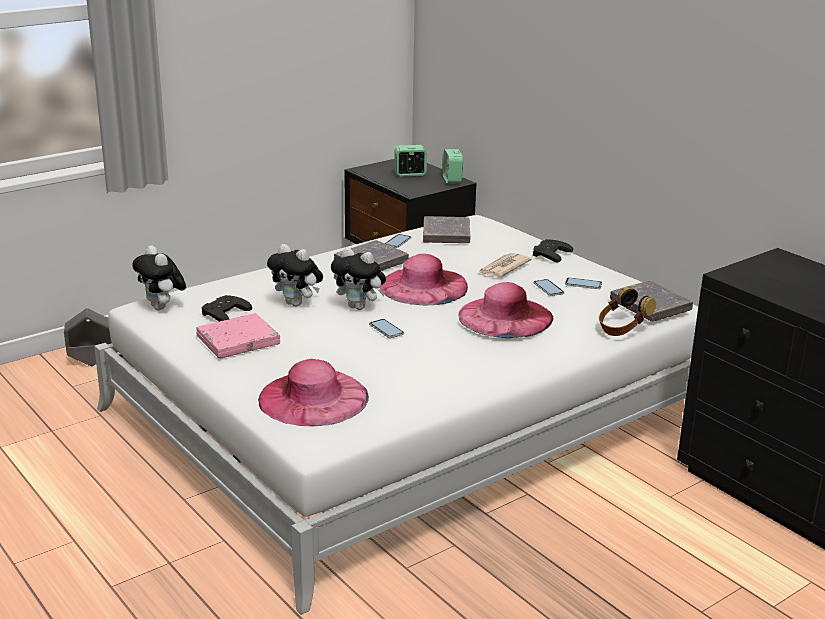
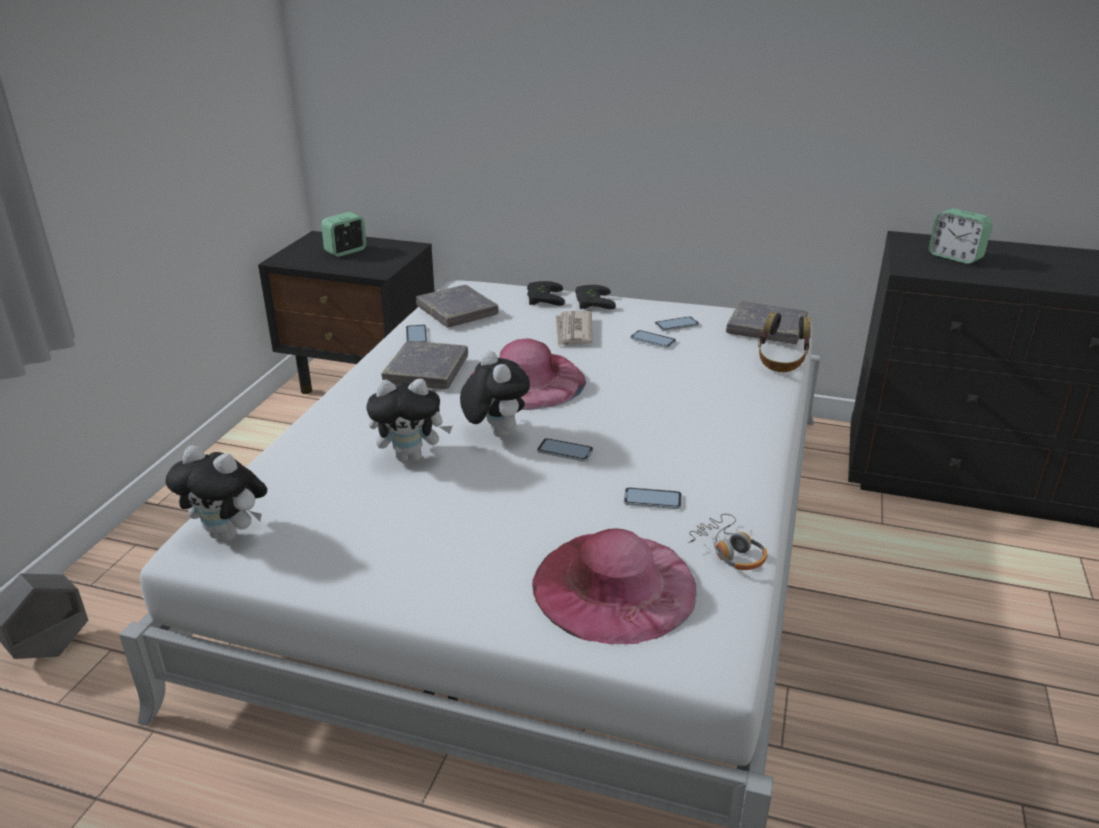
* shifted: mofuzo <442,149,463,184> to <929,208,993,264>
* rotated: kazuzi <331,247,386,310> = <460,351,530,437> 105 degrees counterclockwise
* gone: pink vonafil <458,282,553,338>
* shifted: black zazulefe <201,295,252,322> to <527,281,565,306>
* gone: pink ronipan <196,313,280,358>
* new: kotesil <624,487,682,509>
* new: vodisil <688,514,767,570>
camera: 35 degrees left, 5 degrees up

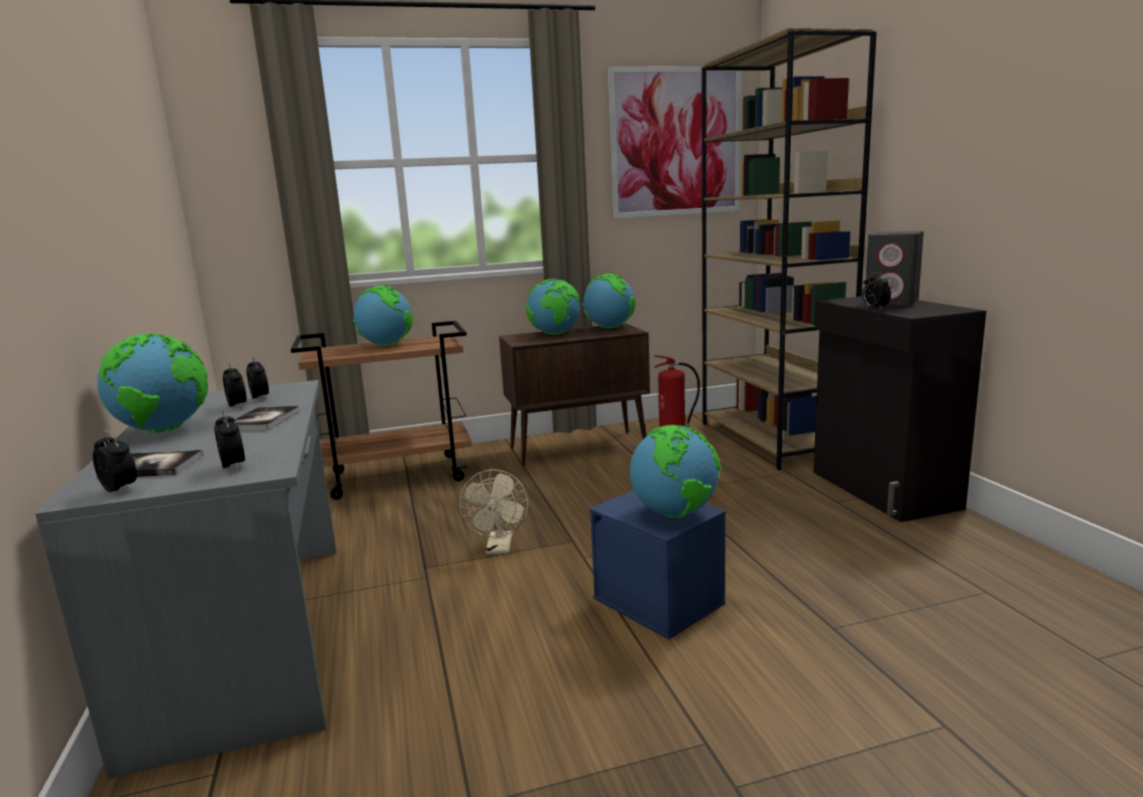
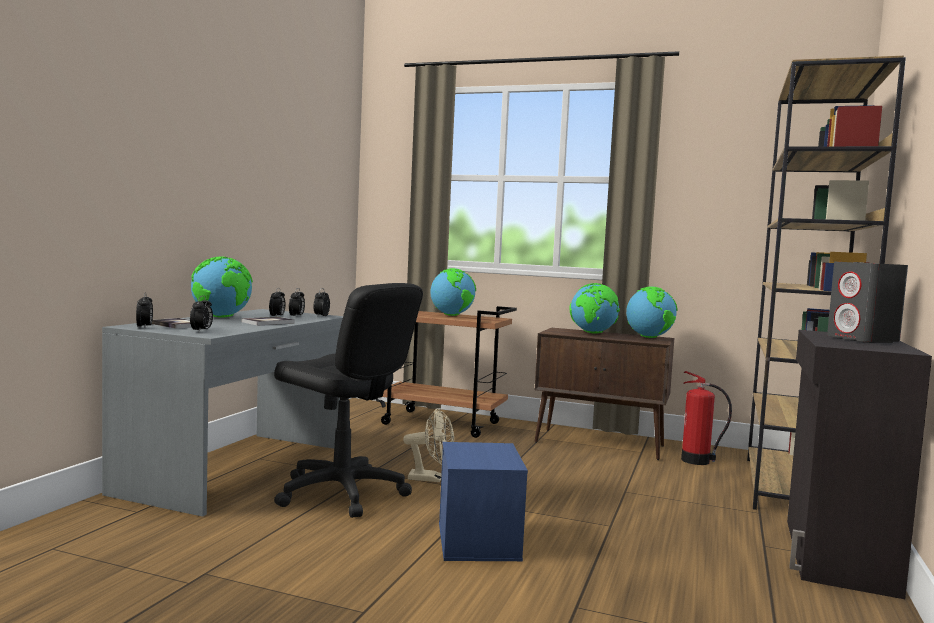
* gone: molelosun <608,67,742,218>
* shifted: mofuzo <862,272,891,310> to <313,288,330,316>
* gone: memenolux <630,425,721,518>
* rotated: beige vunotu <459,469,528,554> = <403,408,454,482> 120 degrees counterclockwise
* new: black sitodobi <274,283,423,518>
camera: 35 degrees right, 10 degrees down

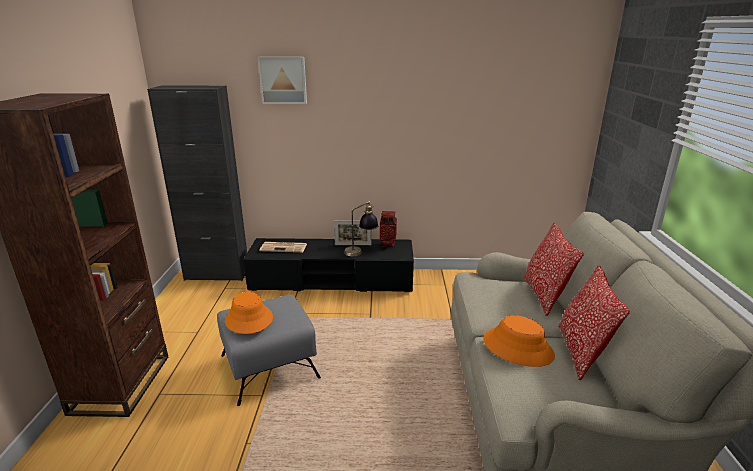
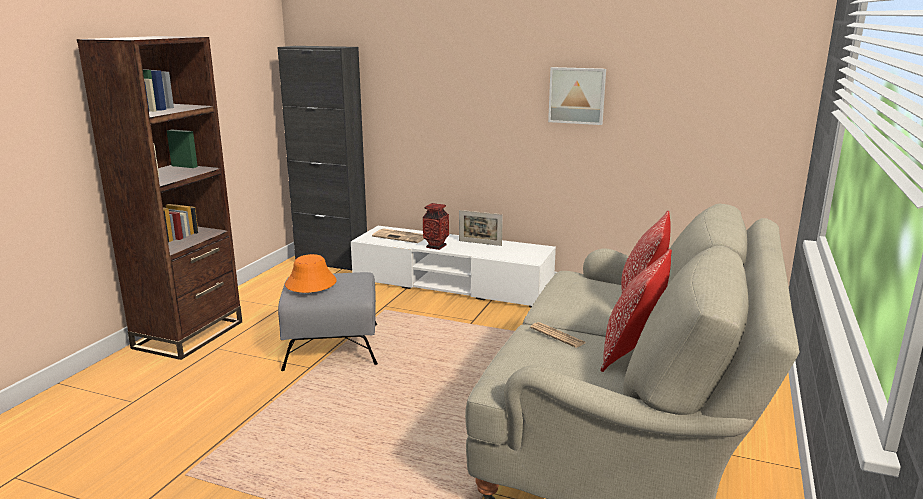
* shifted: molelosun <258,57,307,104> to <548,67,606,125>
* gone: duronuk <344,201,378,256>
* shifted: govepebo <380,211,397,248> to <423,203,449,250>
* repainted: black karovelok <243,238,414,292> to white karovelok <351,226,556,307>
* swapped: orange vonafil <483,315,555,367> to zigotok <530,322,586,348>
camera: 20 degrees right, 5 degrees down

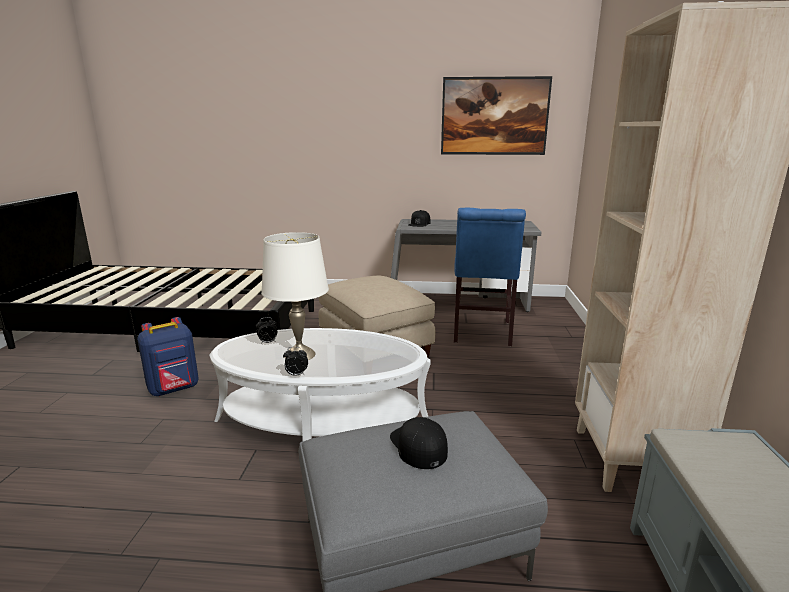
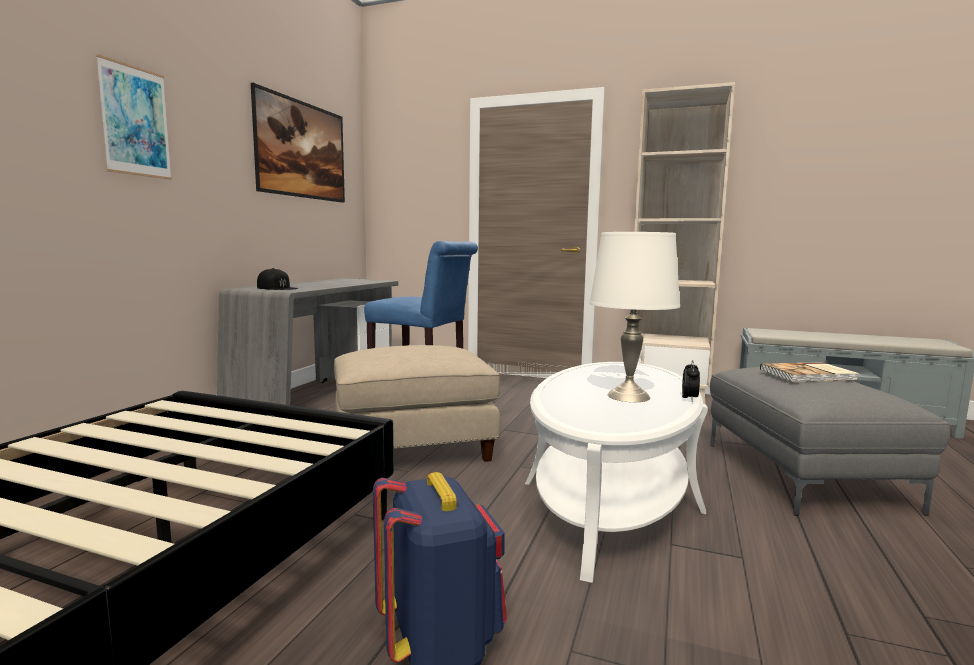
* gone: mofuzo <256,317,277,344>
* swapped: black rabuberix <390,417,448,469> to ronipan <760,363,859,382>
* new: molelosun <96,54,172,180>
camera: 75 degrees left, 10 degrees down

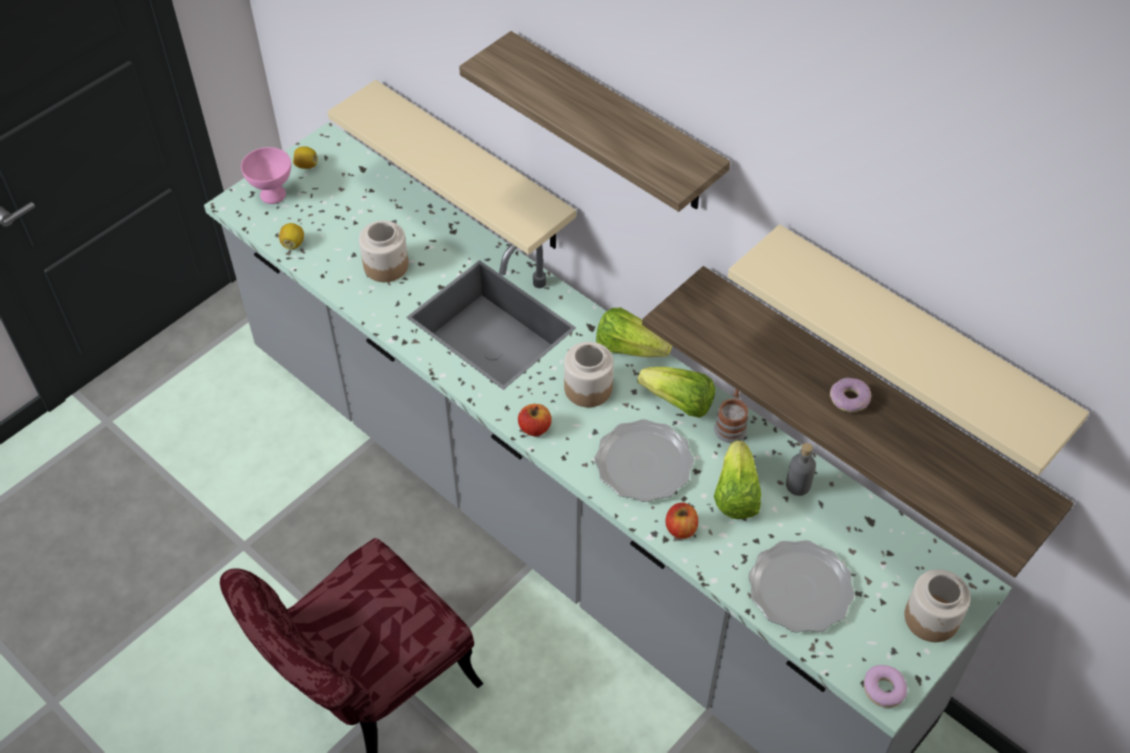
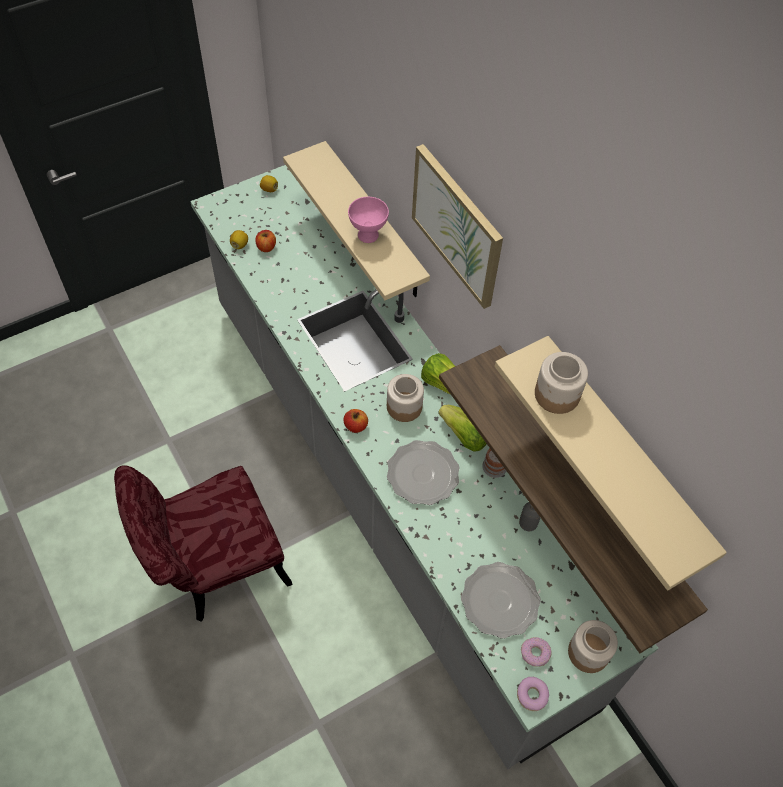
* swapped: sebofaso <459,31,730,212> to molelosun <412,144,503,309>
* shifted: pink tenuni <241,147,291,204> to <348,197,389,243>
* shifted: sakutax <359,221,409,282> to <535,352,588,414>
* shifted: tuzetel <830,378,871,412> to <521,637,551,667>
* gone: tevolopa <714,441,761,519>
* shifted: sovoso <666,503,698,539> to <255,230,276,252>
camera: 15 degrees right, 5 degrees up

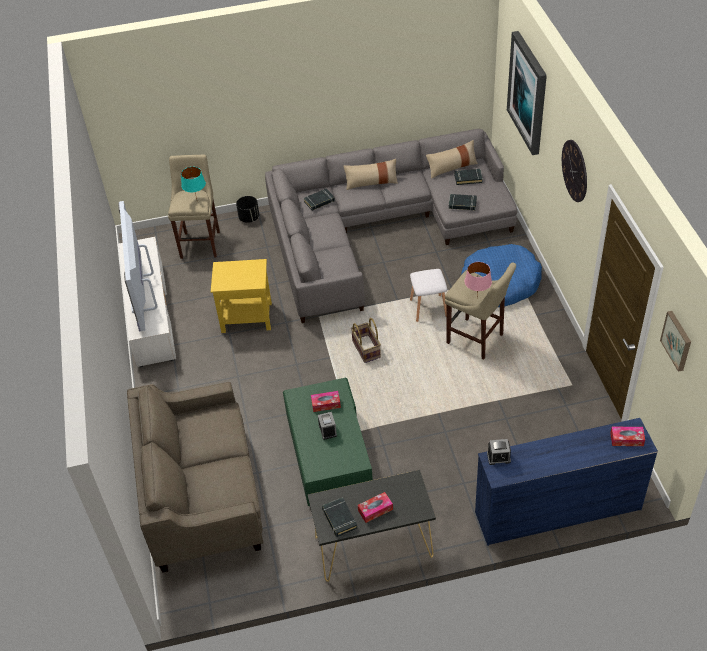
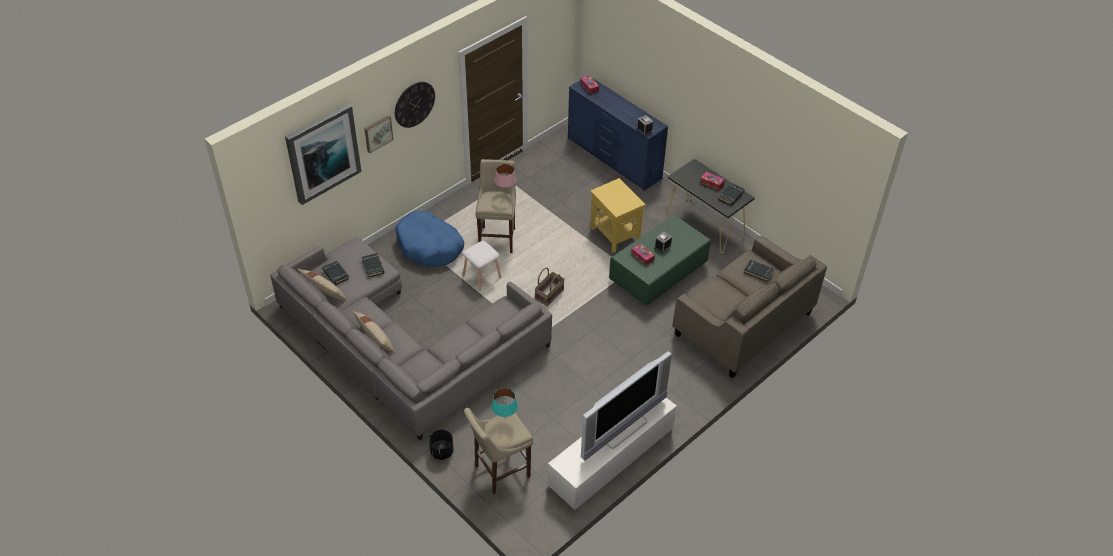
* shifted: black ronipan <304,188,335,211> to <744,260,774,282>
* shifted: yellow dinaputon <211,259,272,333> to <590,178,646,253>
* shifted: molelosun <660,311,691,372> to <364,115,393,153>
camera: 125 degrees left, 0 degrees up

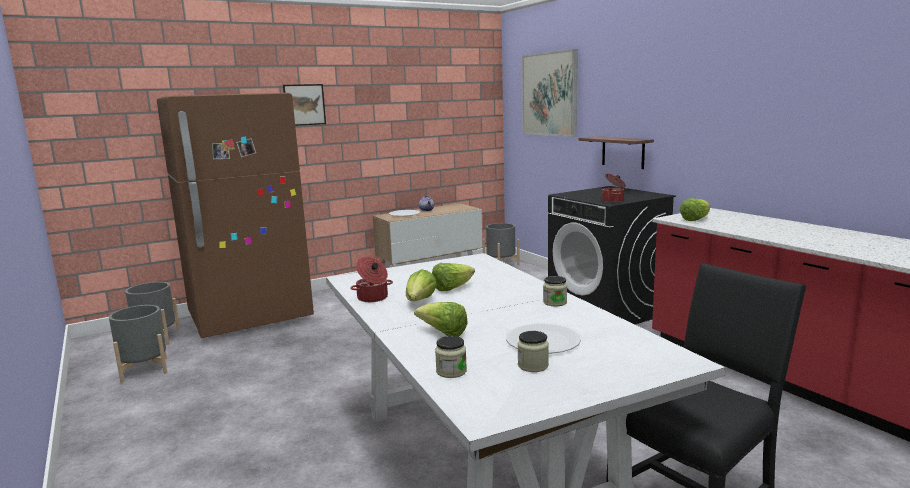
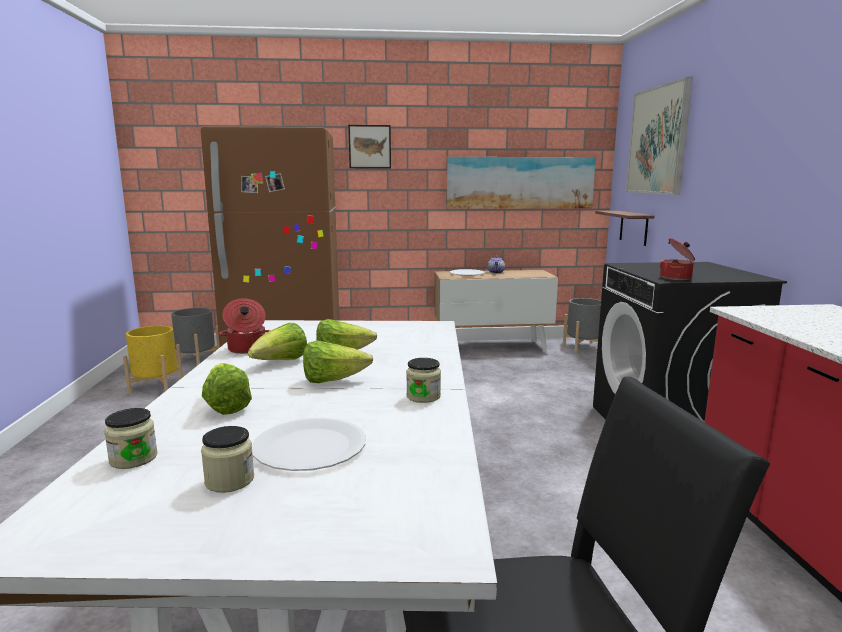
* shifted: sebofaso <578,136,654,169> to <595,211,654,246>
* shifted: tevolopa <680,198,710,221> to <303,340,373,383>
* repainted: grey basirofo <109,305,168,383> to yellow basirofo <123,326,183,394>
* new: molelosun <447,157,596,209>
camera: 25 degrees right, 0 degrees up

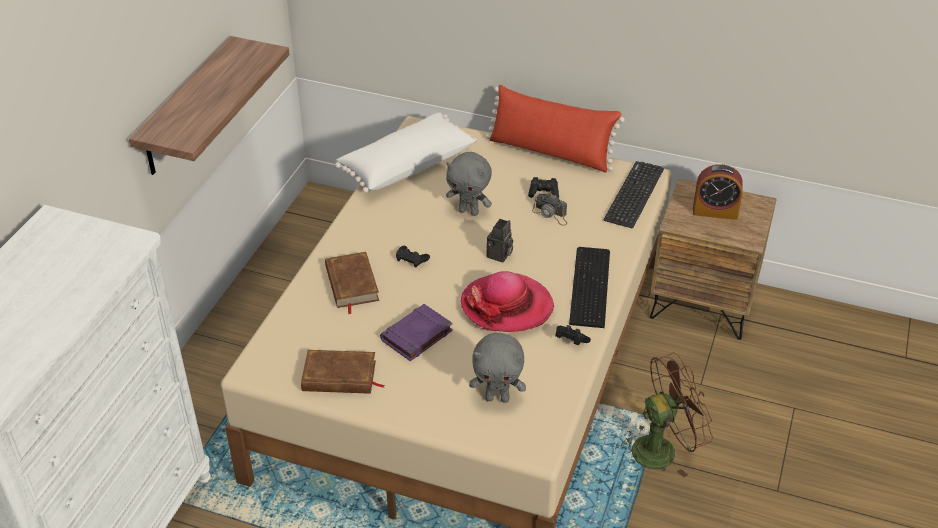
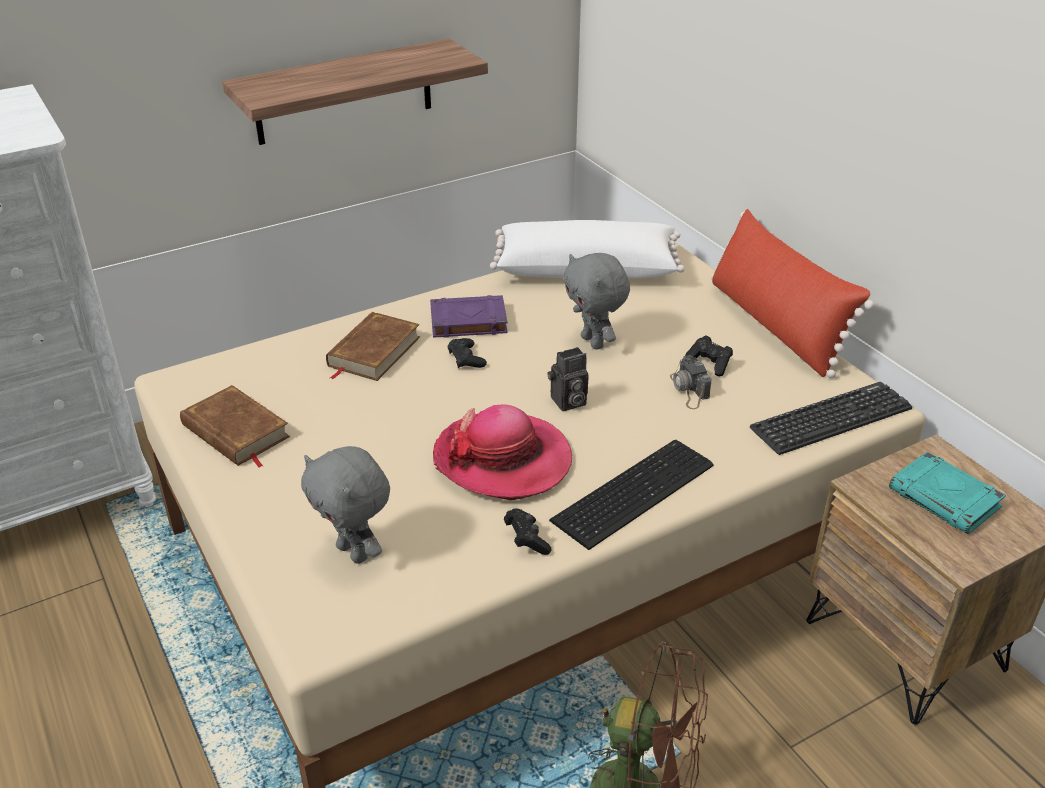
* swapped: mofuzo <693,164,743,220> to turquoise ronipan <889,451,1006,534>
* shifted: purple ronipan <380,304,453,361> to <430,295,508,338>
camera: 40 degrees right, 5 degrees down

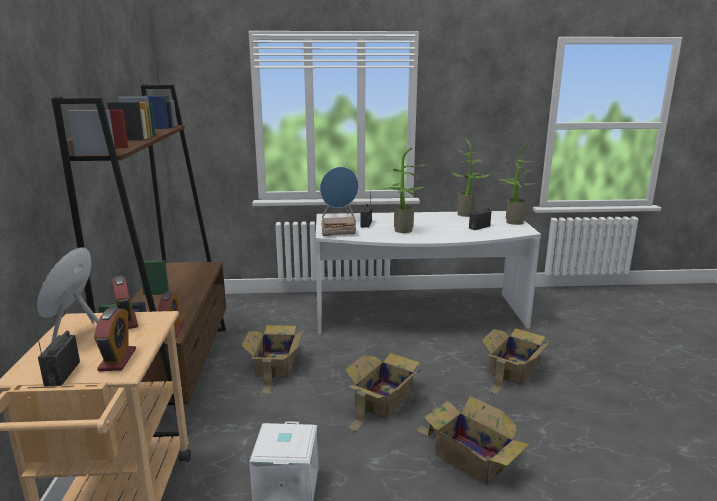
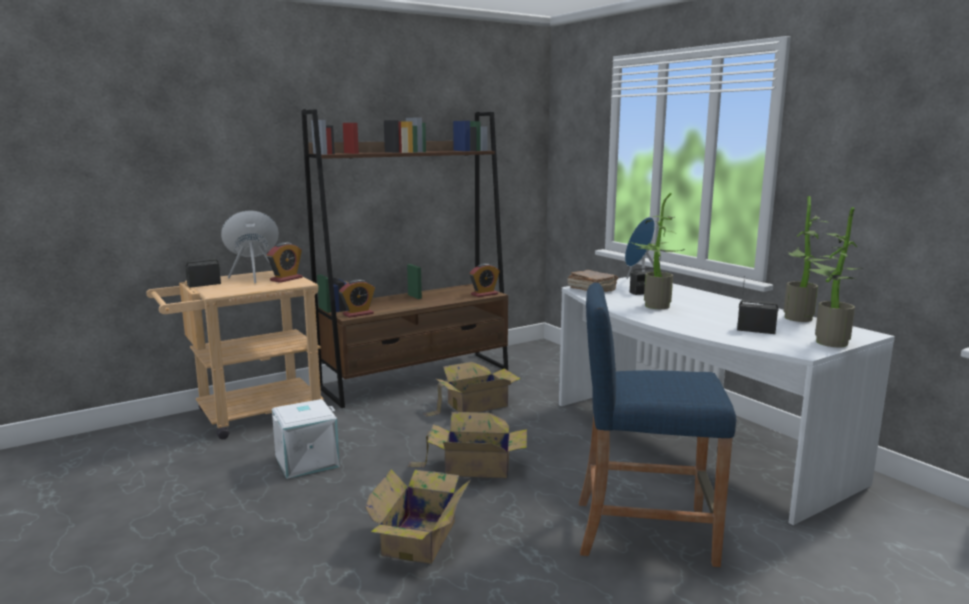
* shifted: mofuzo <94,307,136,371> to <469,263,500,297>
* swapped: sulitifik <481,328,550,395> to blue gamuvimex <579,282,736,567>
camera: 60 degrees right, 5 degrees down

